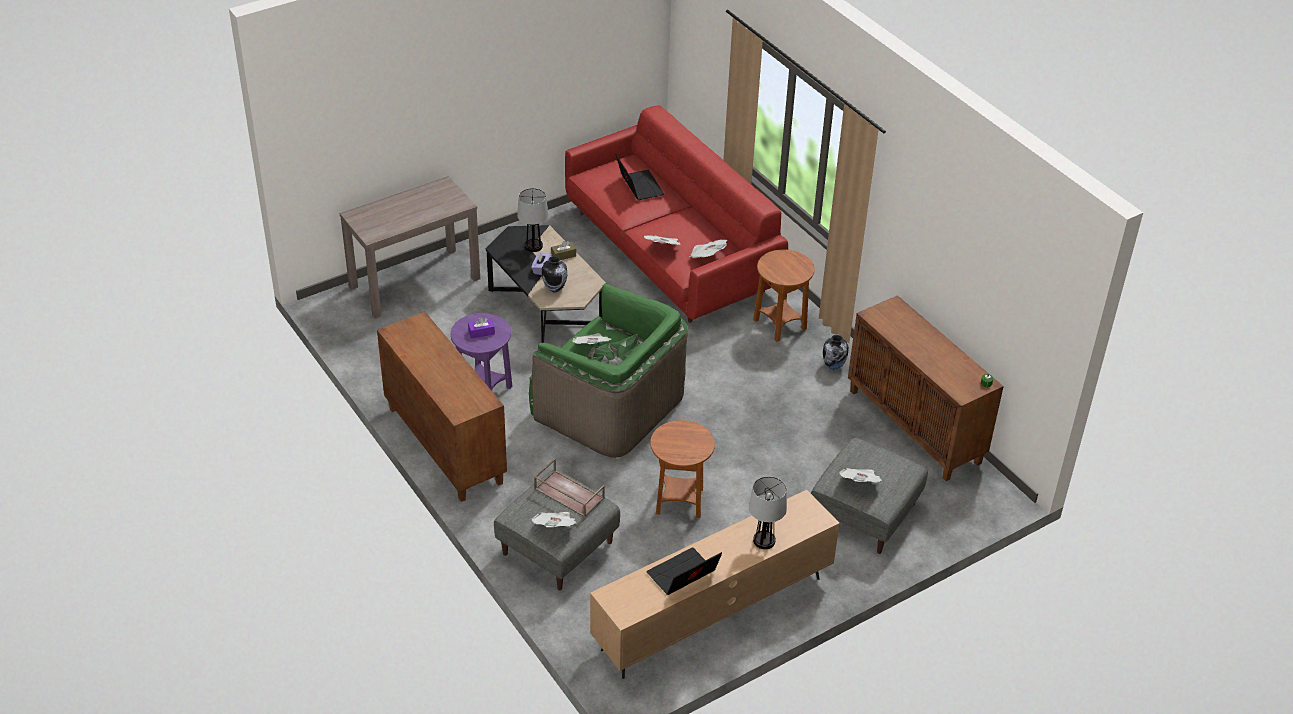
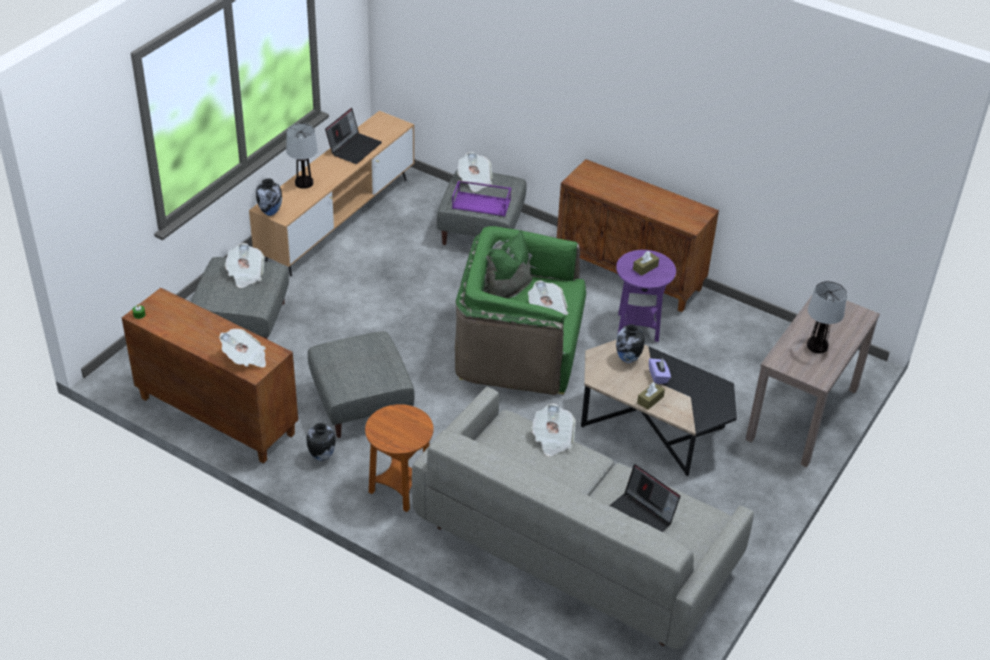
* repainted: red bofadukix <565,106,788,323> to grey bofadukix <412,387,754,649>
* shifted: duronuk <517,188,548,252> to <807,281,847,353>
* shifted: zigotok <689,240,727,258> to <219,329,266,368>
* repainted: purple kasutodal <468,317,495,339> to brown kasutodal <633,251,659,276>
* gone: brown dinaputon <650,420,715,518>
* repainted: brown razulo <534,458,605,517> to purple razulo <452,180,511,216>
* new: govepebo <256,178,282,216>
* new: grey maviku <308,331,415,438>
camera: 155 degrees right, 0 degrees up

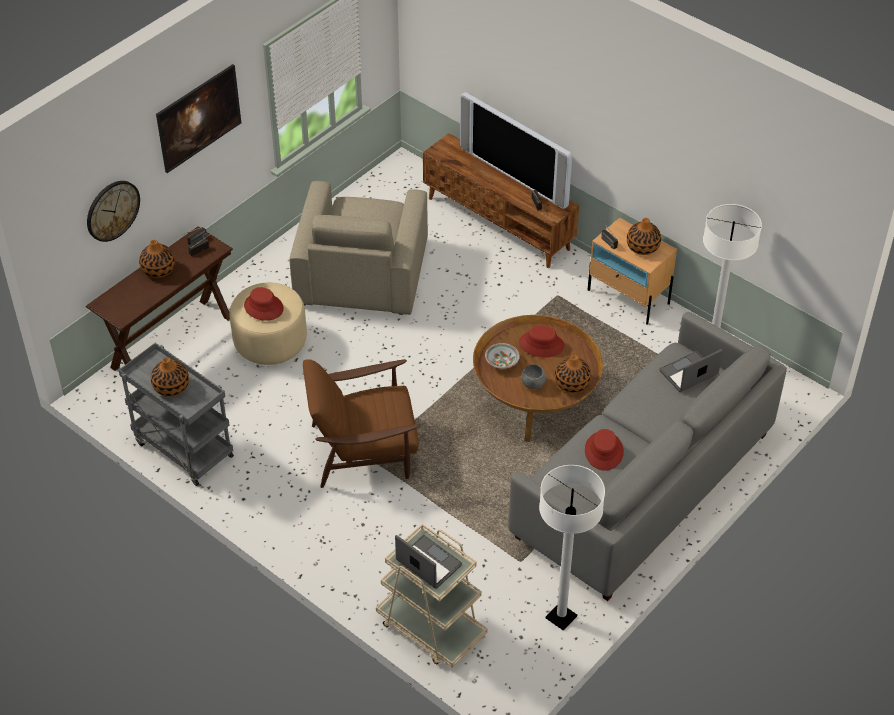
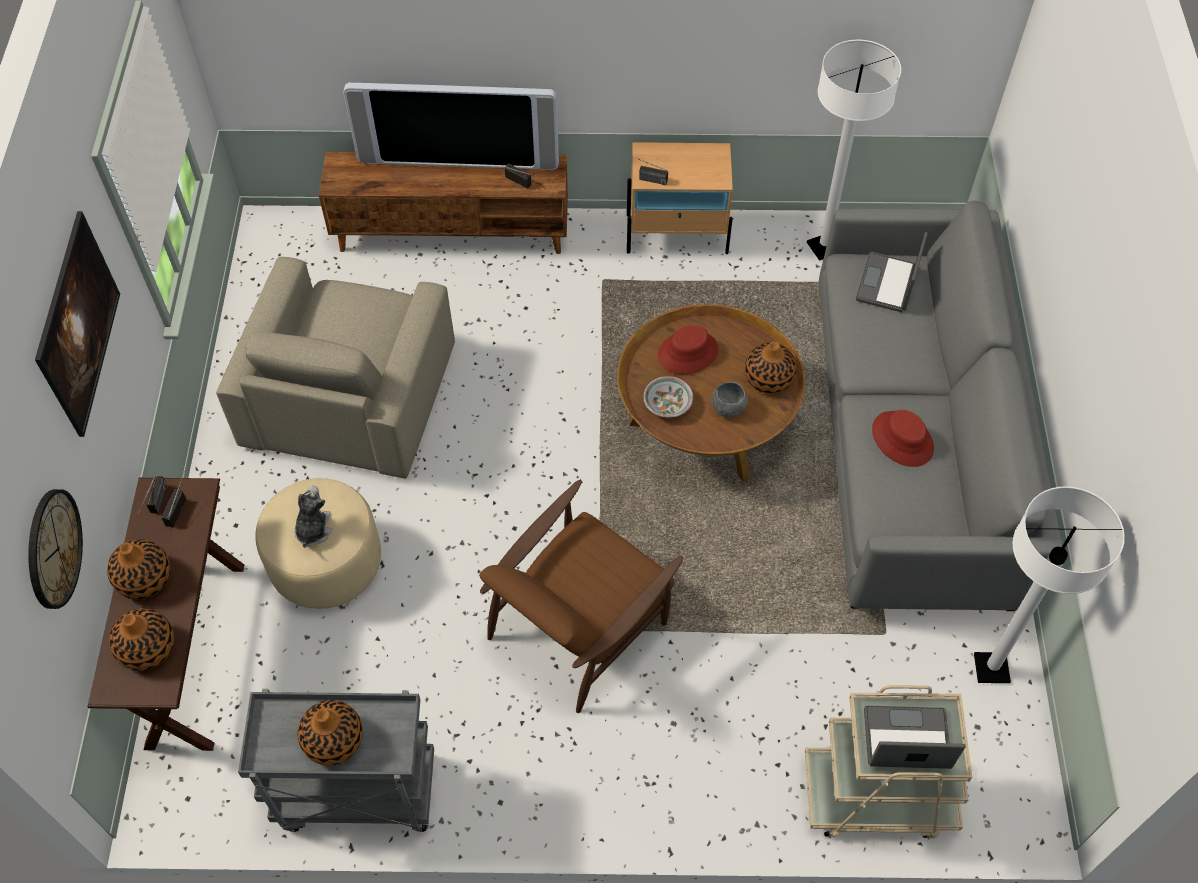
* rotated: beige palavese <289,181,428,315> = <216,257,455,478> 45 degrees clockwise
* shifted: govepebo <627,218,661,255> to <109,608,174,671>
* swapped: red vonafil <244,287,284,321> to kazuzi <294,486,332,548>
camera: 40 degrees left, 10 degrees up

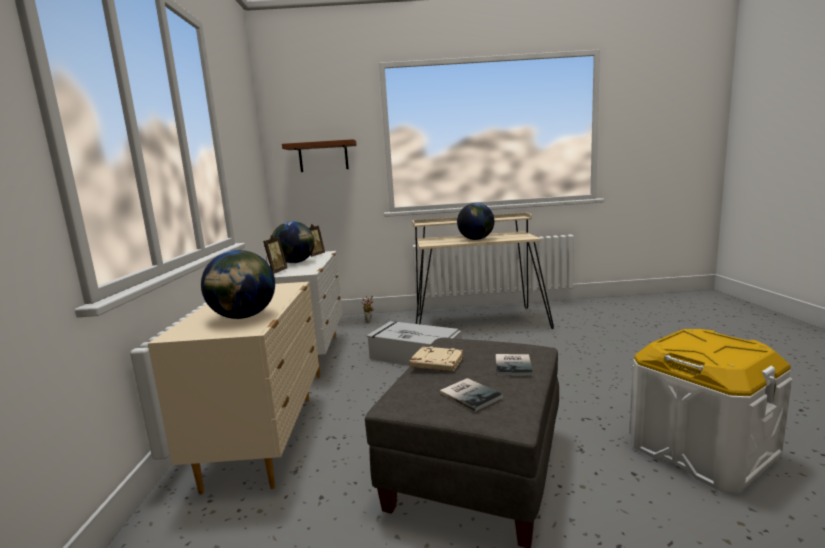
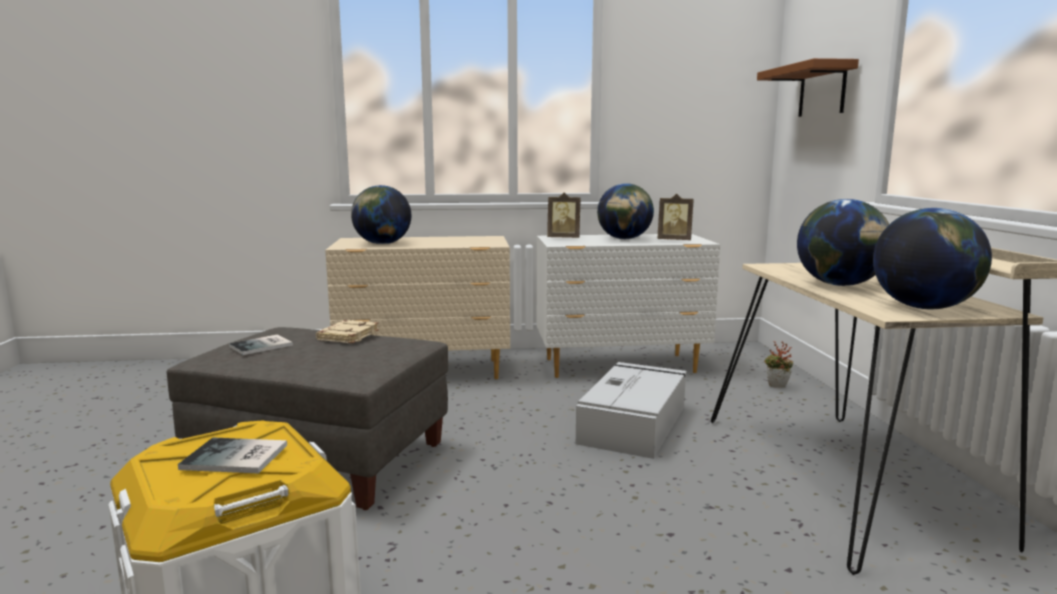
* shifted: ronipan <495,354,533,376> to <178,438,287,474>
* new: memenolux <873,208,992,309>
camera: 85 degrees right, 0 degrees up

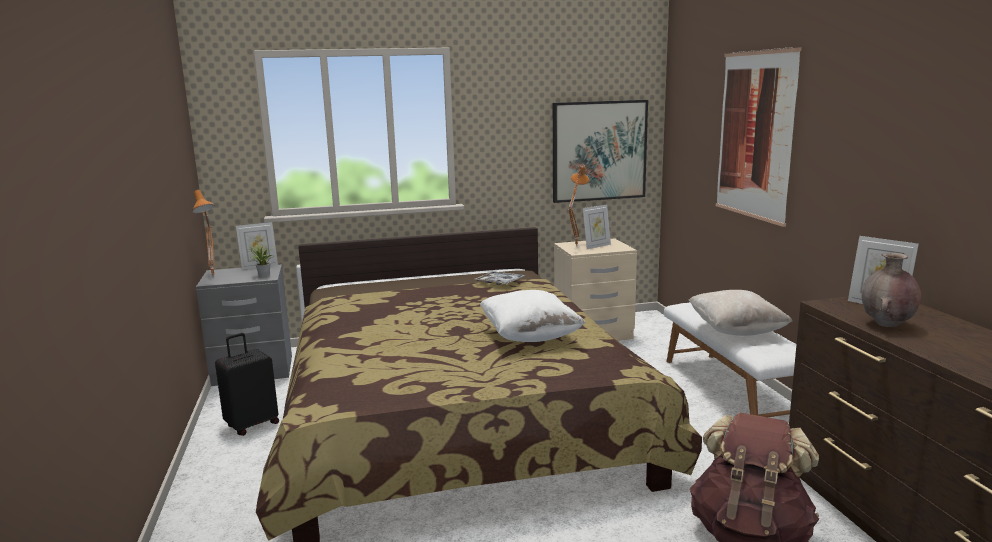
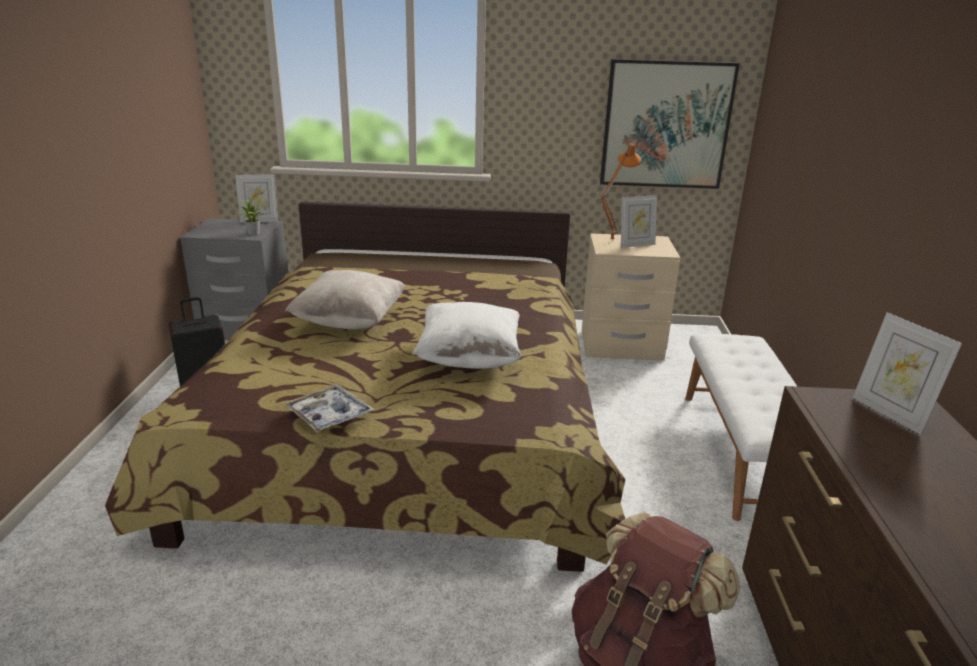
* gone: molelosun <716,47,802,227>
* gone: orange duronuk <192,190,215,278>
* gone: brown govepebo <862,253,921,327>
* shifted: razulo <475,271,526,285> to <283,385,374,433>
* shifted: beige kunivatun <689,290,792,336> to <285,270,405,329>
camera: 15 degrees right, 10 degrees up

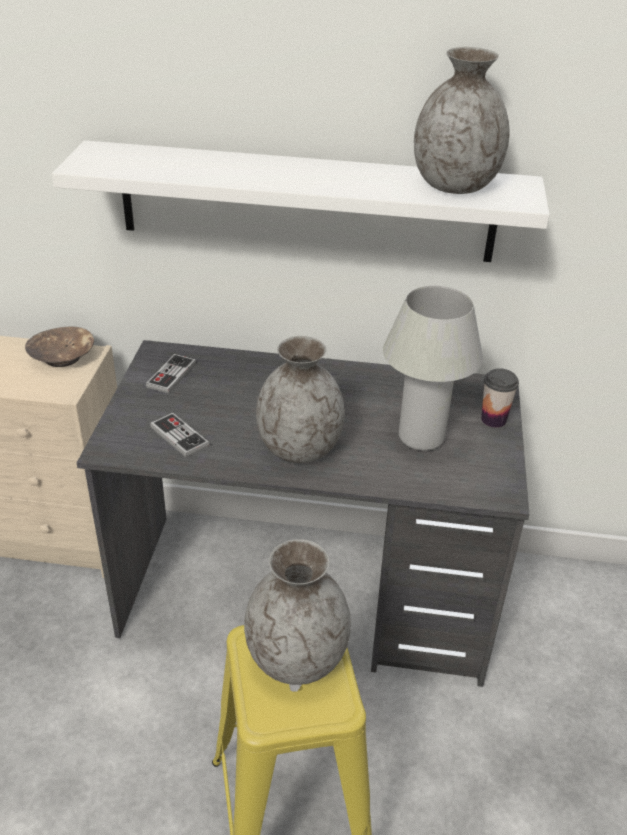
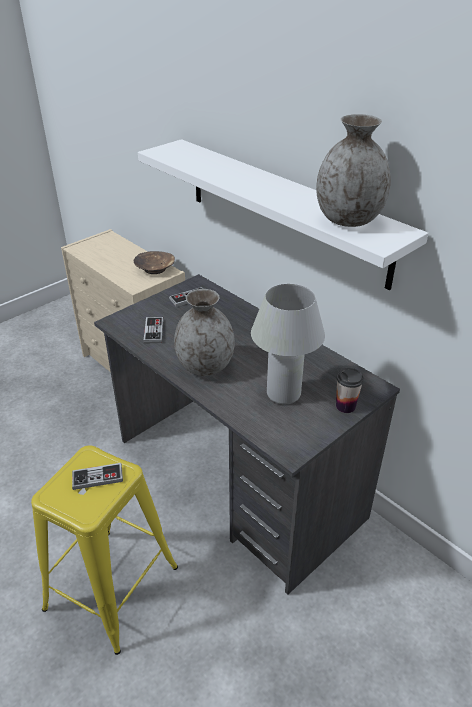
* swapped: grey govepebo <244,539,351,685> to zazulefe <72,463,123,490>
camera: 40 degrees right, 0 degrees up

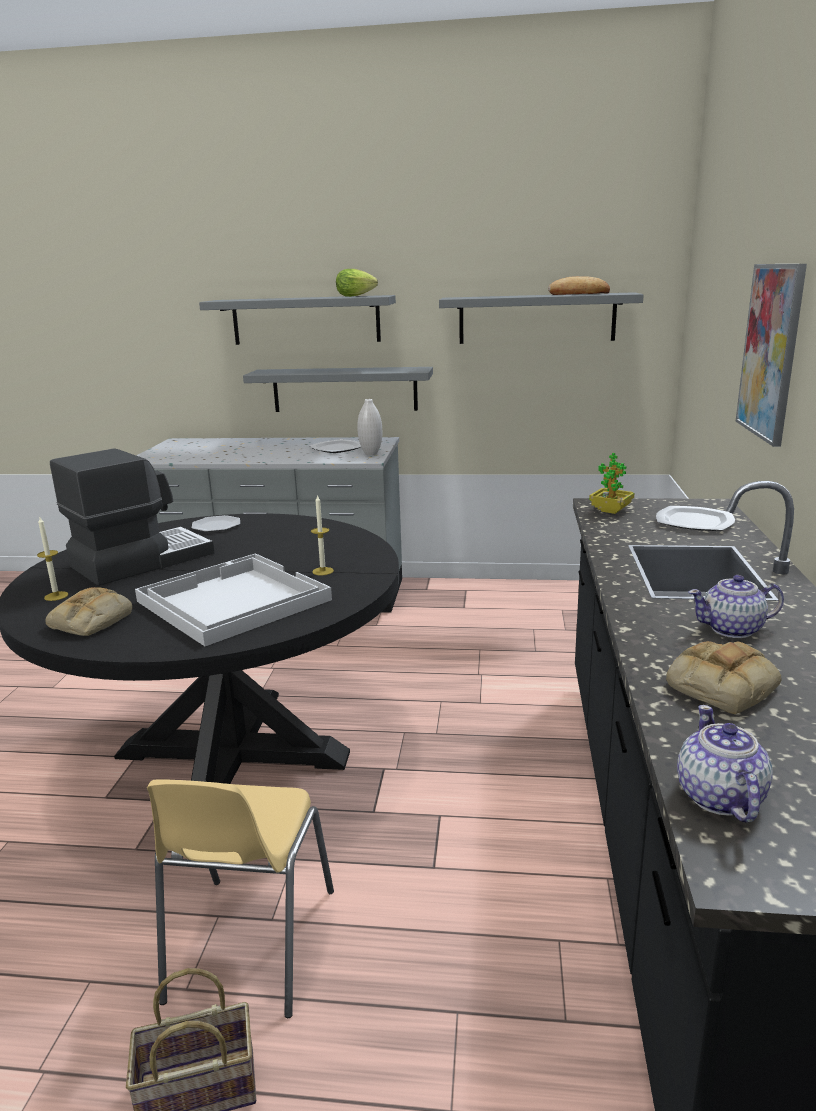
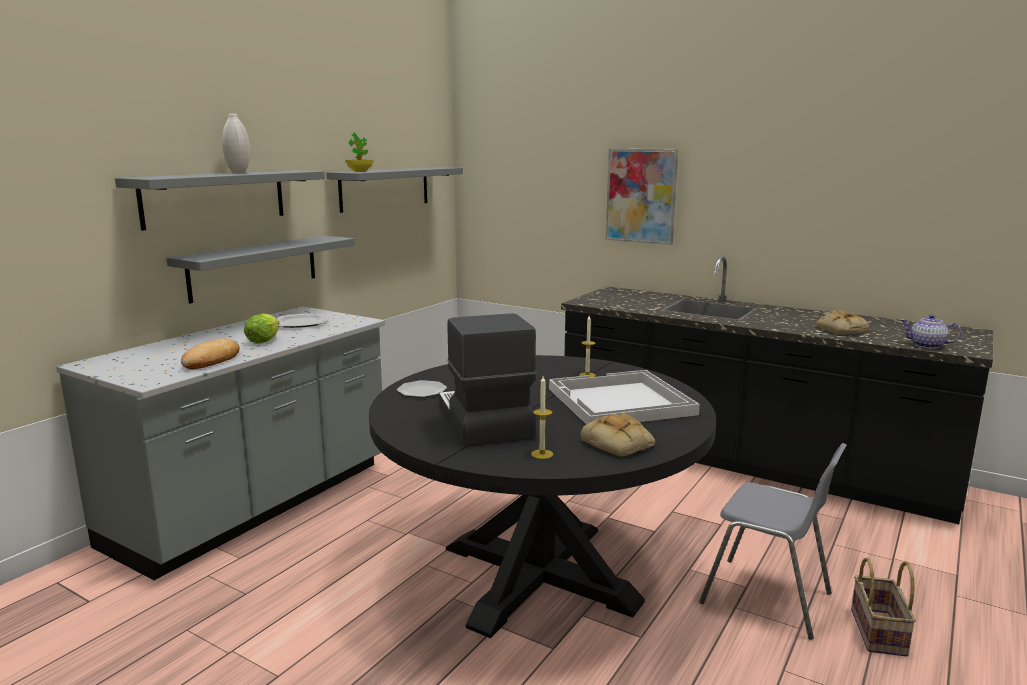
* shifted: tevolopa <336,269,378,297> to <244,314,280,344>
* shifted: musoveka <548,276,610,295> to <181,338,240,369>
* shifted: white govepebo <357,399,382,455> to <222,114,250,173>
* shifted: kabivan <589,453,634,514> to <345,133,374,172>
* gone: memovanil <656,506,735,531>
* gone: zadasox <688,575,784,638>
* repainted: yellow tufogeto <147,780,334,1018> to grey tufogeto <699,443,847,640>
camera: 65 degrees left, 5 degrees down

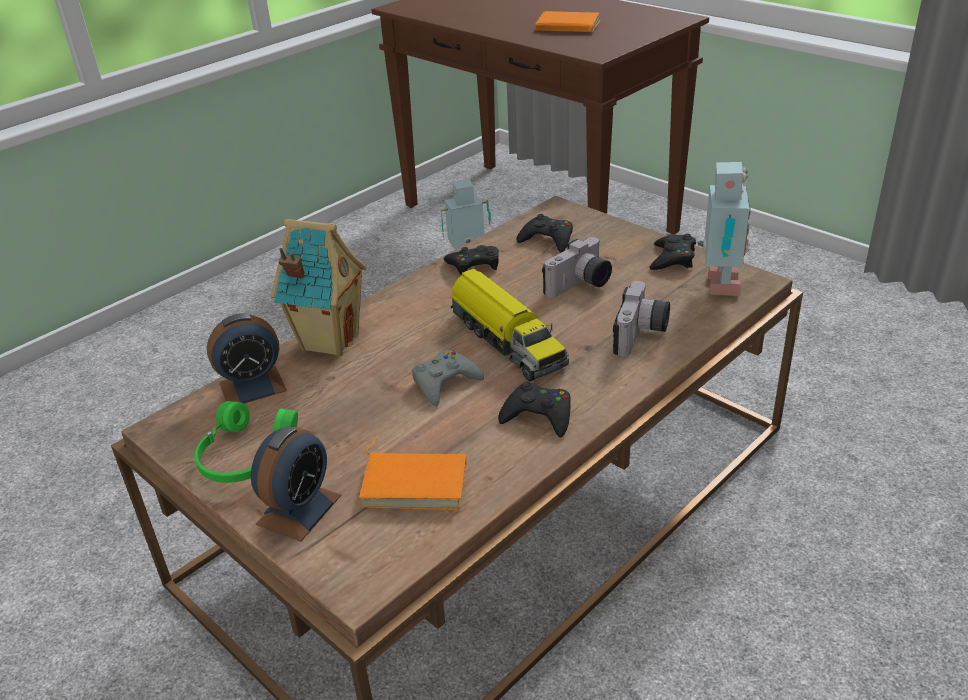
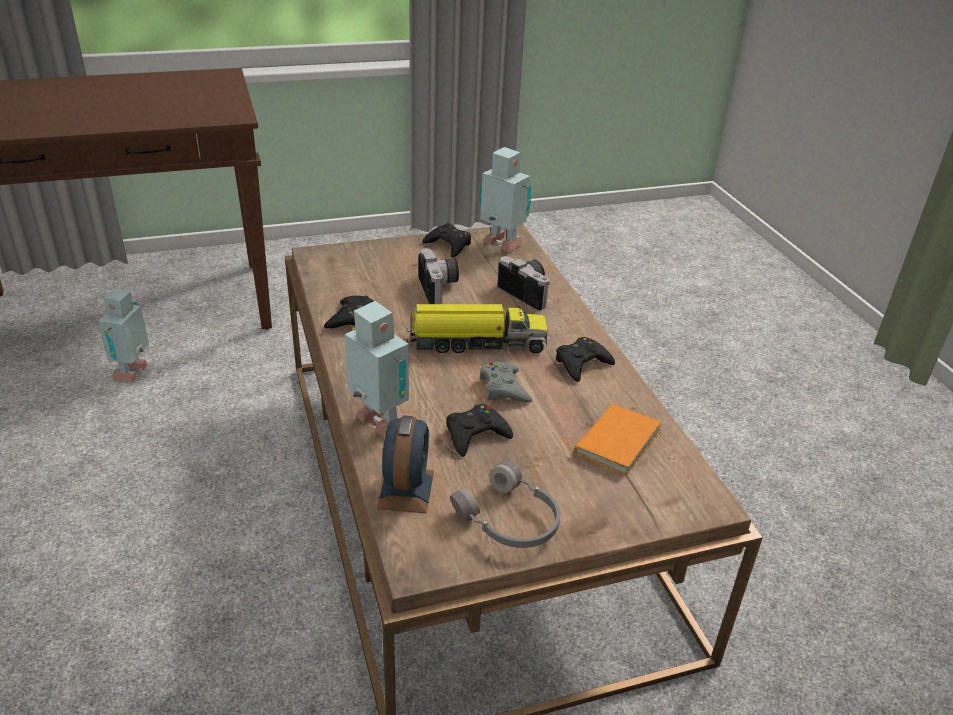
* gone: orange ronipan <535,11,601,32>
* shifted: black zazulefe <517,214,573,253> to <446,404,513,457>
* swapped: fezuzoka <271,219,367,357> to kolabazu <344,301,409,438>
* repainted: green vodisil <194,401,298,483> to grey vodisil <450,460,560,548>
* gone: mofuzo <251,426,341,542>
camera: 65 degrees left, 0 degrees up

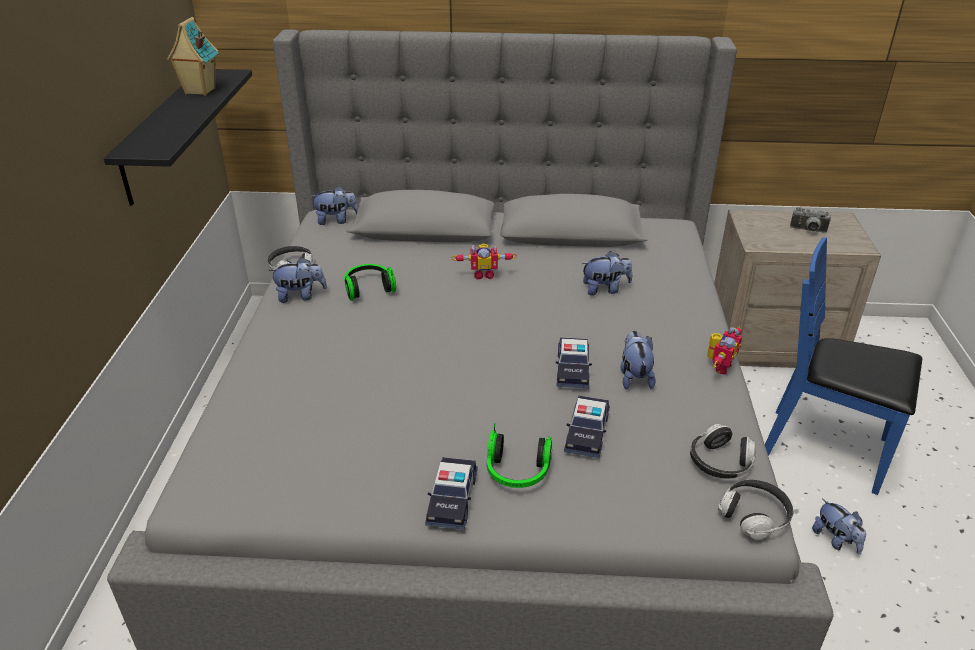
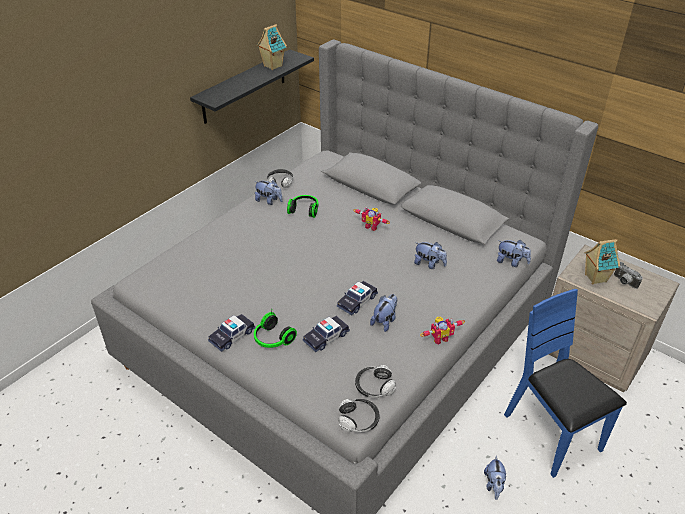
* shifted: kazuzi <310,186,358,225> to <497,240,531,267>
* new: fezuzoka <584,239,620,284>
camera: 35 degrees right, 5 degrees up

